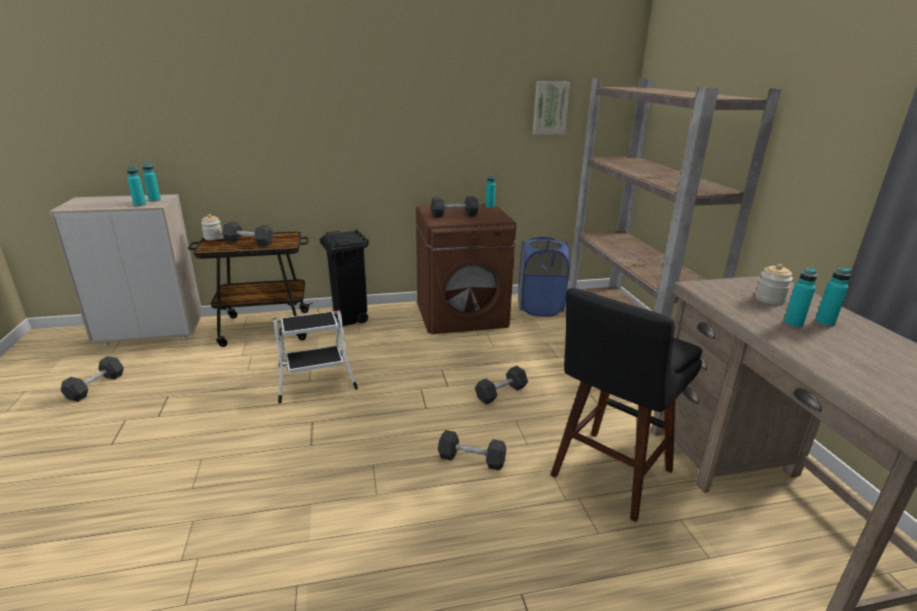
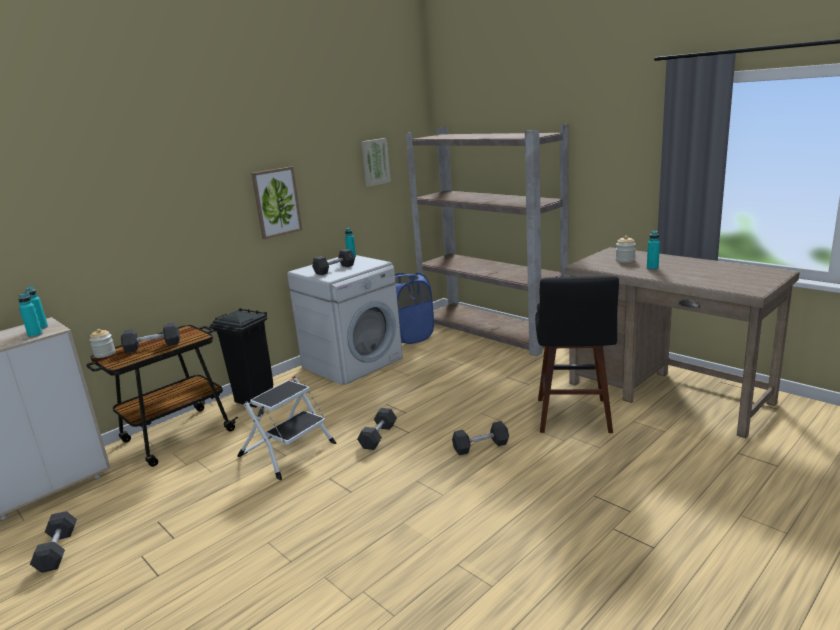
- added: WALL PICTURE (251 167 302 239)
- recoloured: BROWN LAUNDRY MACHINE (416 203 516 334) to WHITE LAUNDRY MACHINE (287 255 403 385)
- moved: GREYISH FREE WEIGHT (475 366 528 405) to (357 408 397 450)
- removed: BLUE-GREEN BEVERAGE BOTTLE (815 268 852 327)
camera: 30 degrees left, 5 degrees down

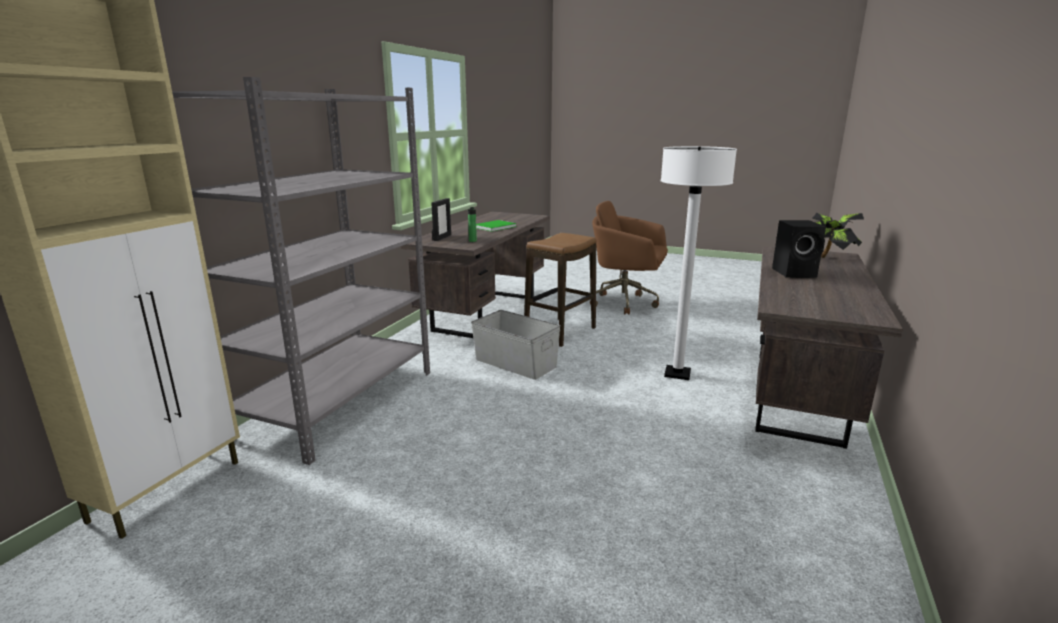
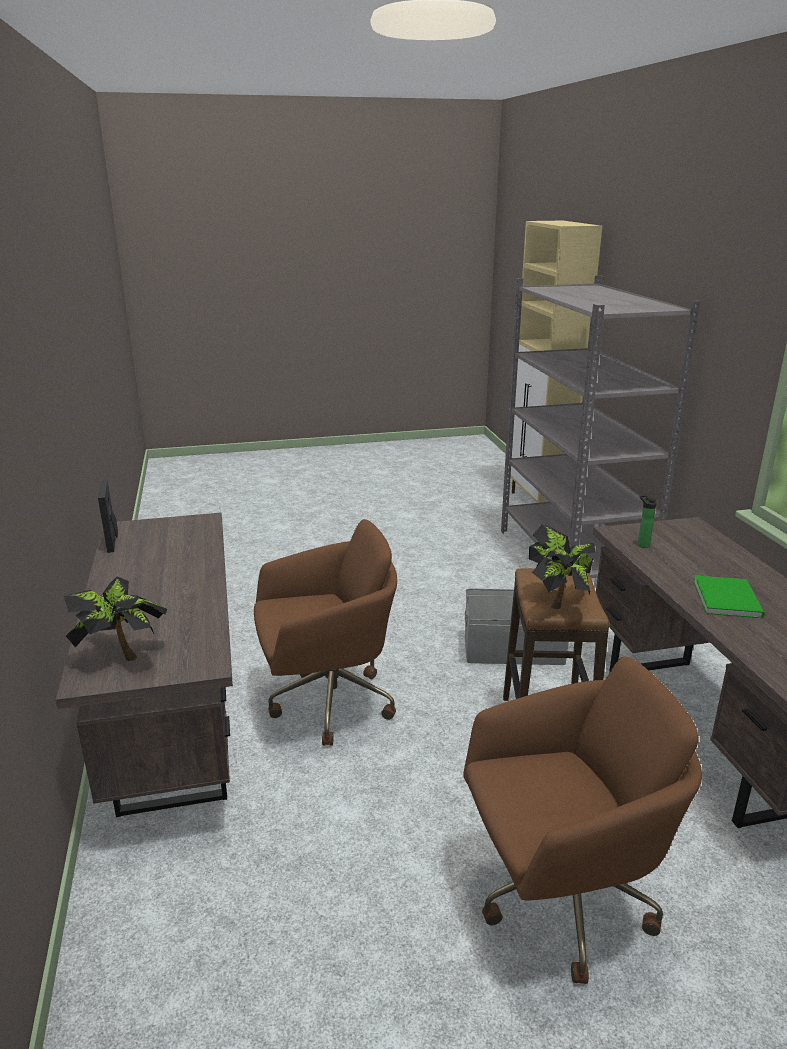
- moved: STANDING FRAME (431 198 451 241) to (98 480 118 553)
- replaced: WHITE FLOOR LAMP (661 146 737 380) to BROWN DESK CHAIR (254 519 397 746)
- added: POTTED PLANT (529 524 596 609)
- removed: BLACK-COLOURED LOUDSPEAKER (772 220 826 278)
camera: 145 degrees right, 5 degrees up

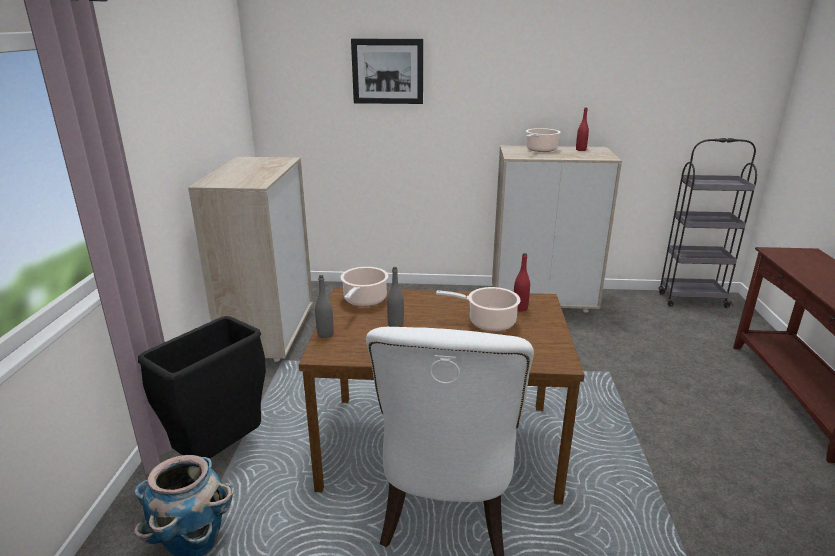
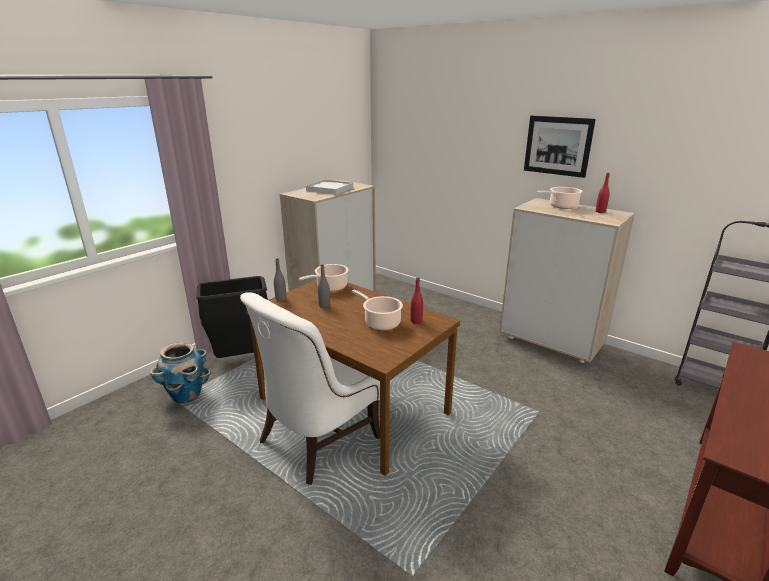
- added: WHITE SERVING TRAY (306 180 353 195)
- moved: WALL PICTURE (351 39 423 104) to (524 116 596 178)
camera: 35 degrees right, 0 degrees up

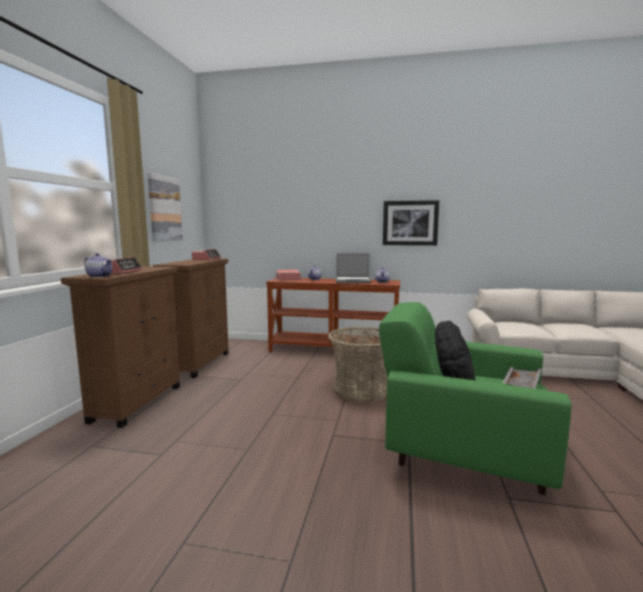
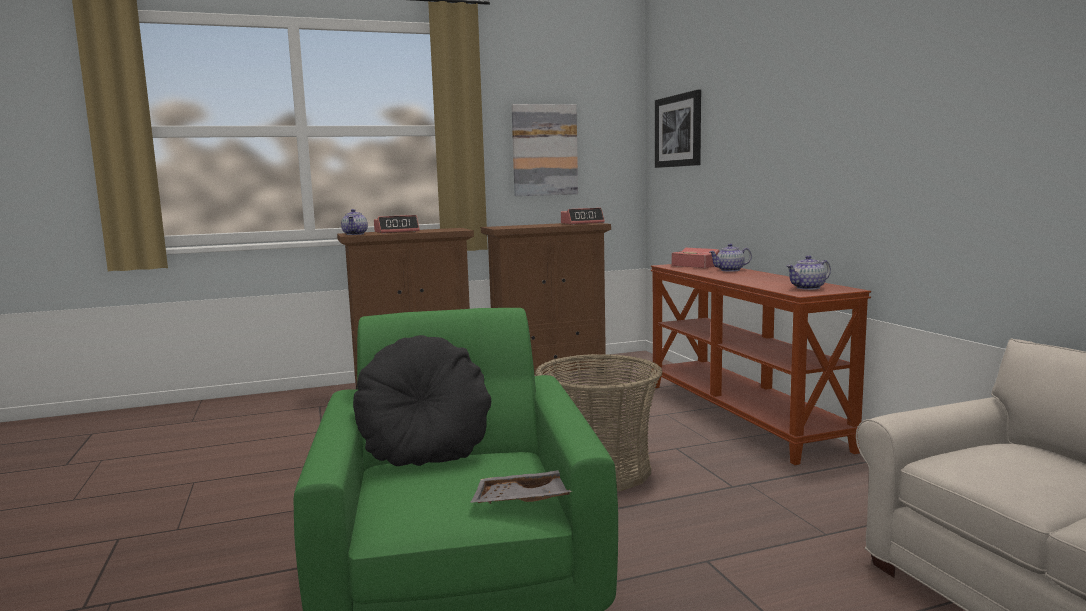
- moved: WALL PICTURE (383 200 439 246) to (655 90 701 168)
- removed: LAPTOP (336 253 371 283)
camera: 60 degrees right, 0 degrees up

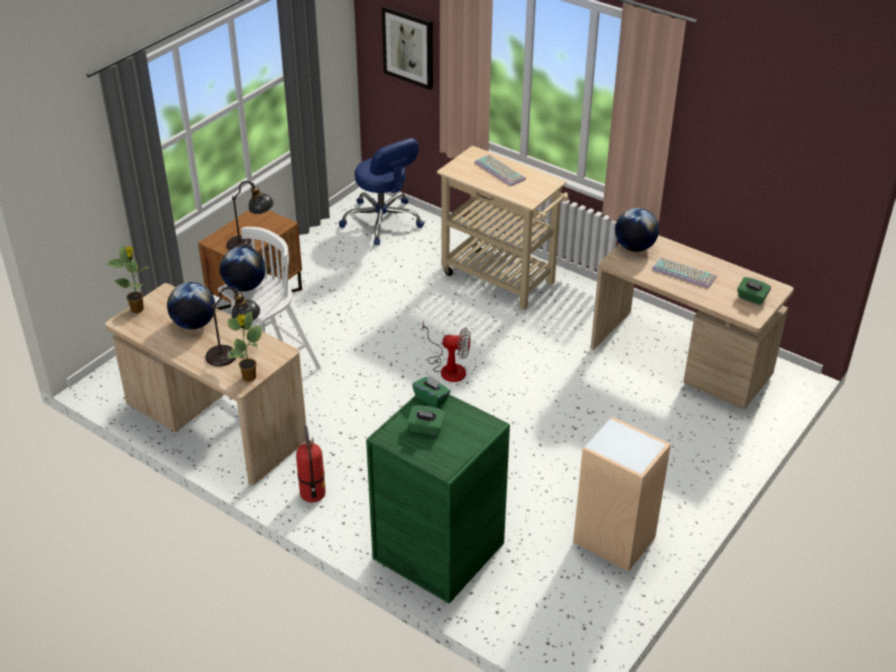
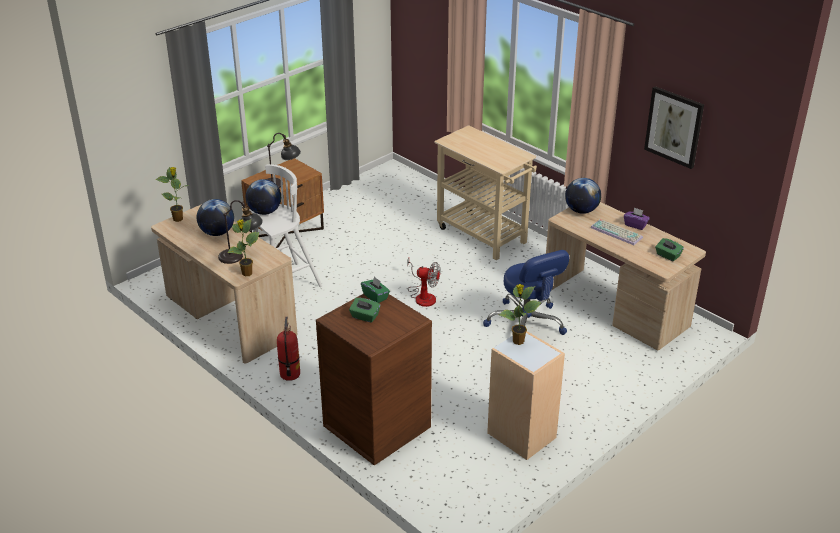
- recoloured: GREENISH CUPBOARD (366 394 510 603) to BROWN CUPBOARD (316 294 432 465)
- moved: BLUISH DESK CHAIR (339 138 424 245) to (483 250 569 335)
- added: POTTED PLANT (499 284 541 345)
- added: PURPLE BOX OF TISSUES (624 208 650 230)
- moved: WALL PICTURE (382 5 433 90) to (644 86 704 169)
- removed: PC KEYBOARD (474 155 526 186)
camera: 10 degrees right, 5 degrees down

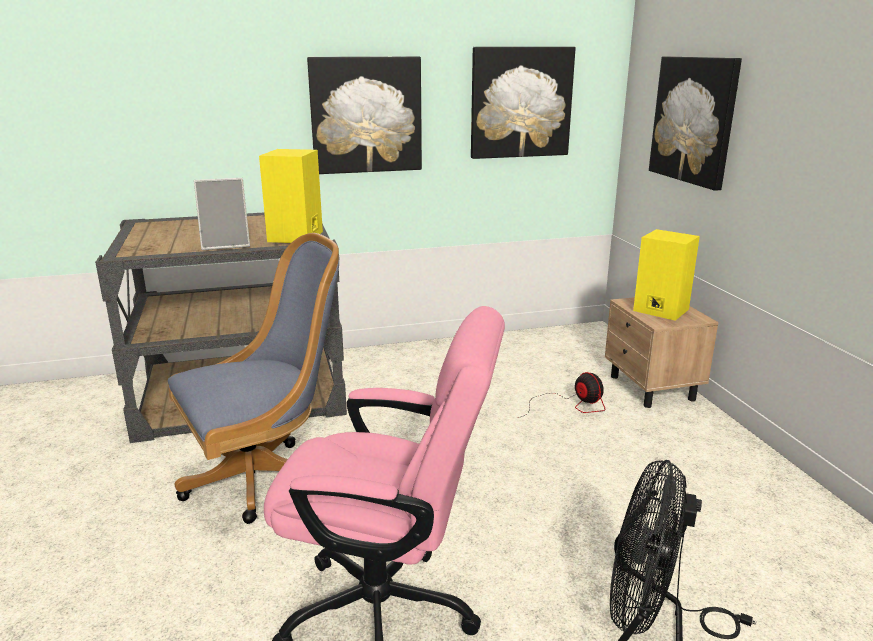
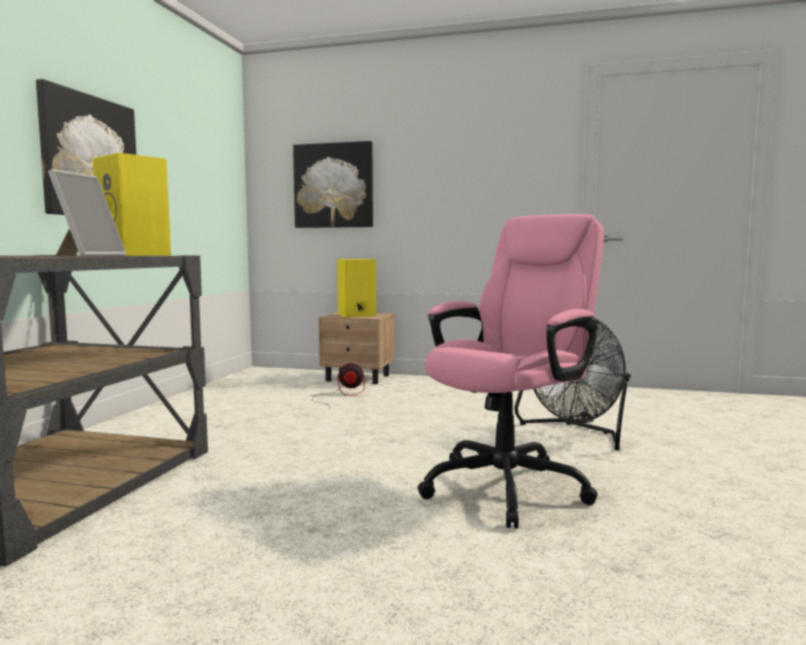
- removed: BLUISH DESK CHAIR (168 233 339 524)
- removed: WALL PICTURE (471 47 576 159)
camera: 60 degrees left, 15 degrees down

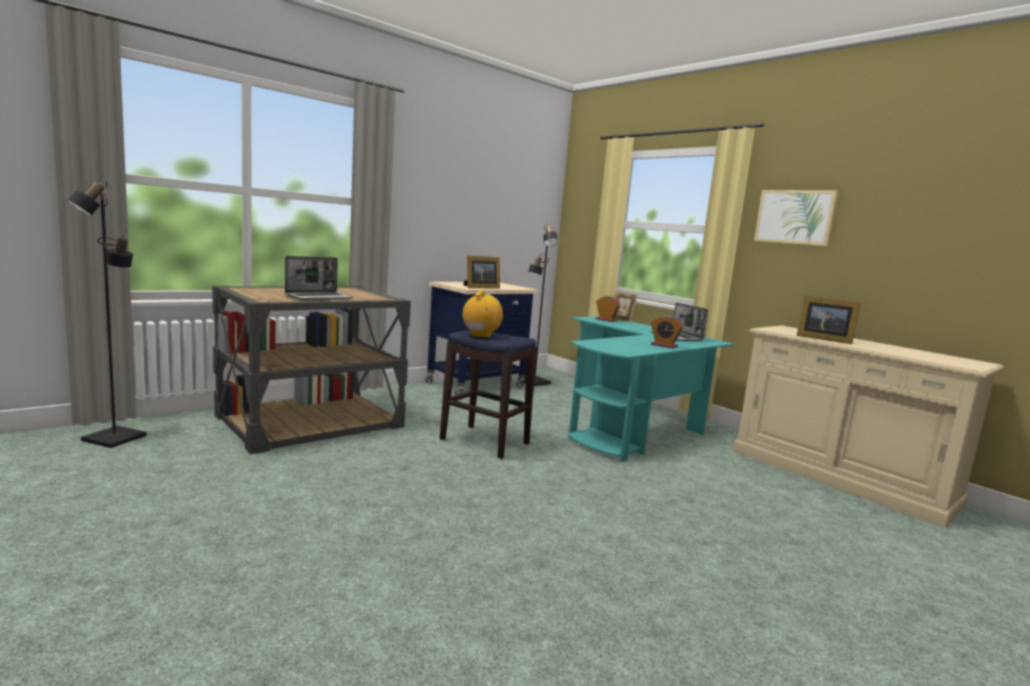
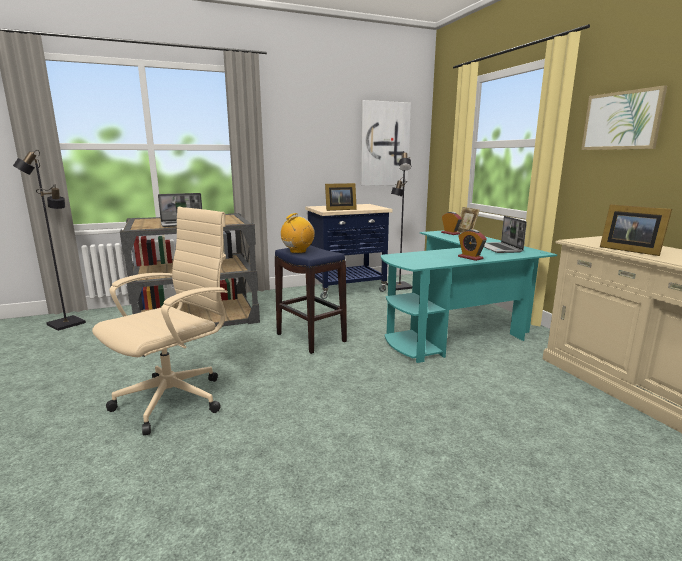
- added: BEIGE DESK CHAIR (92 207 228 435)
- added: WALL PICTURE (361 100 411 186)
camera: 20 degrees right, 5 degrees up

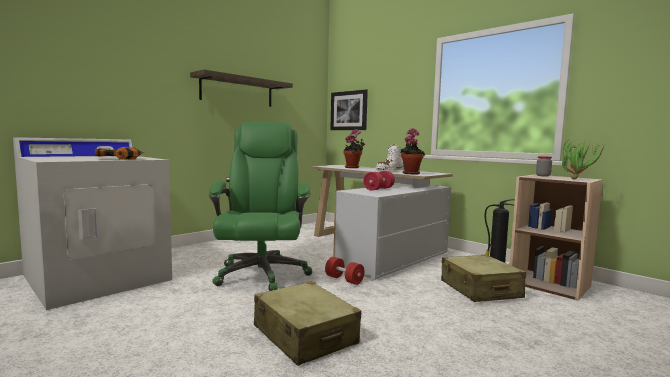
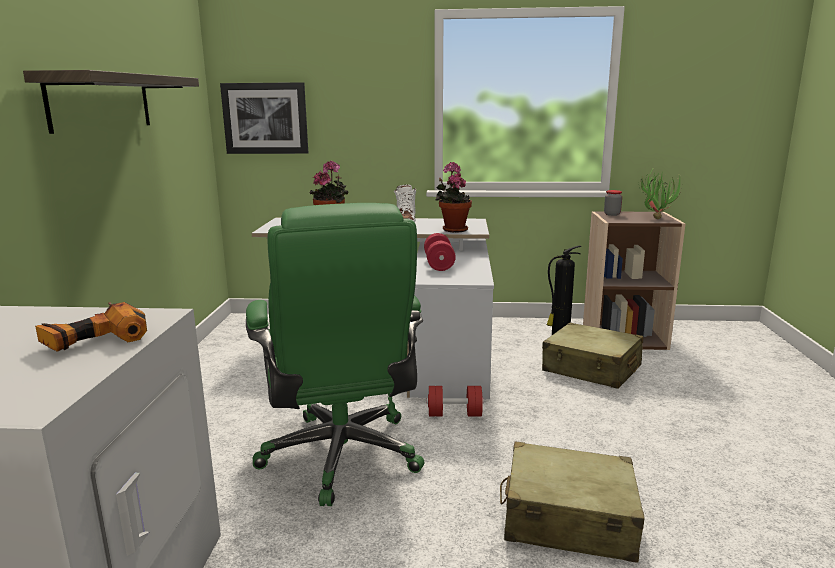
- turned: GREENISH DESK CHAIR (209 122 312 291) = (246 203 424 506) 150 degrees counterclockwise
camera: 40 degrees left, 10 degrees up

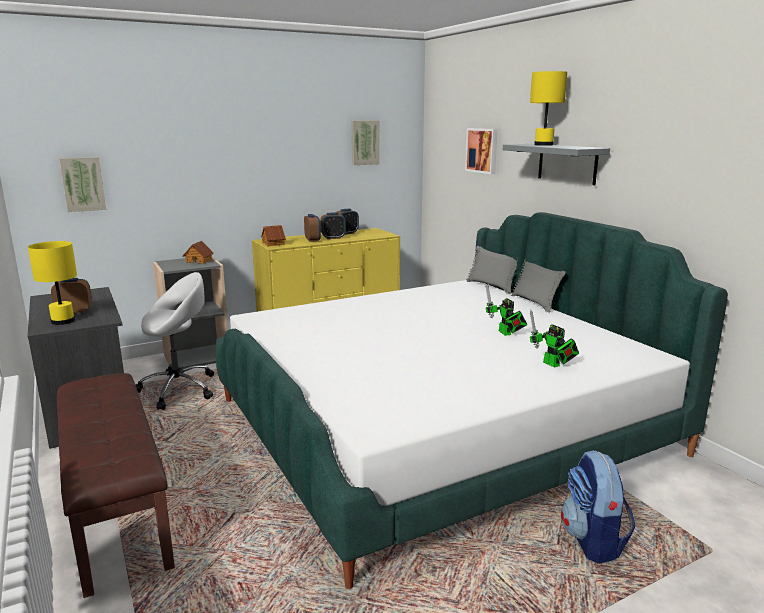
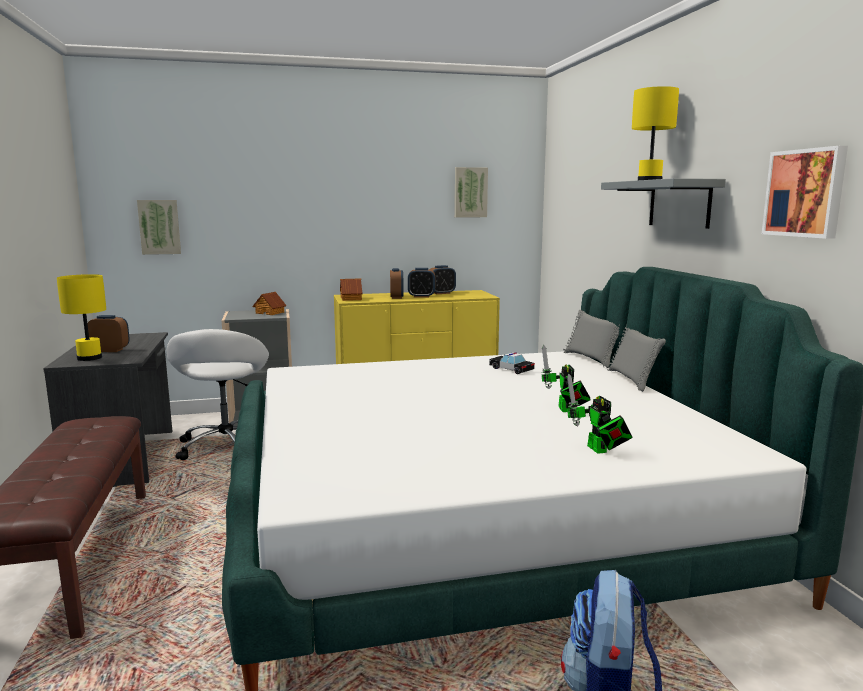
- turned: WHITE DESK CHAIR (136 272 214 410) = (167 329 269 460) 90 degrees clockwise
- added: MINIATURE CAR (489 352 535 374)
- moved: WALL PICTURE (465 128 498 174) to (762 146 848 239)
camera: 15 degrees right, 5 degrees down

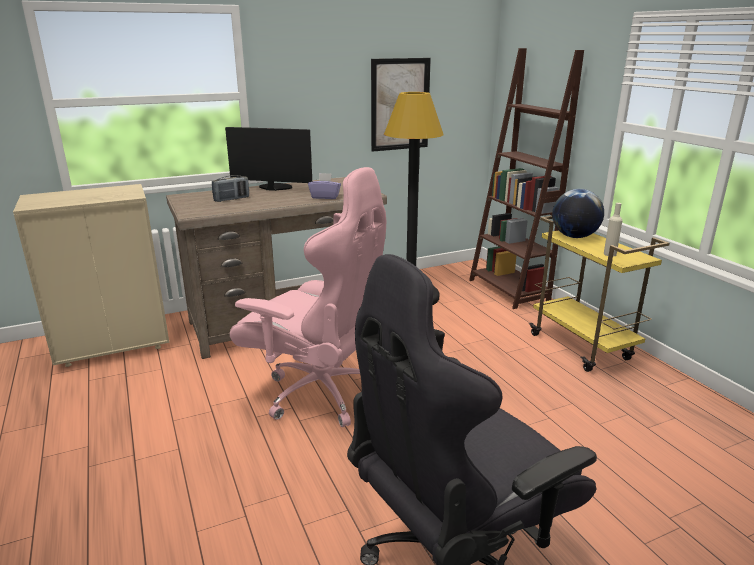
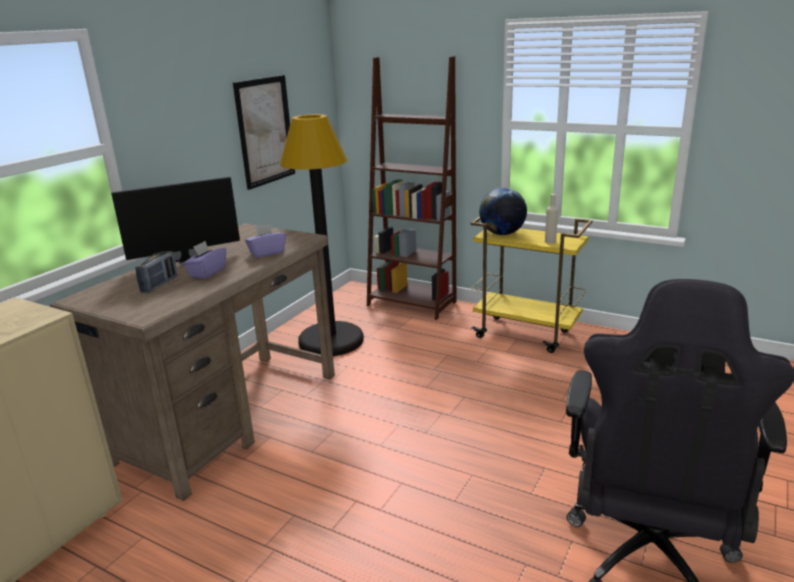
- added: PURPLE BOX OF TISSUES (183 241 226 279)
- removed: PINK-COLOURED DESK CHAIR (230 167 386 427)
camera: 35 degrees left, 0 degrees up

